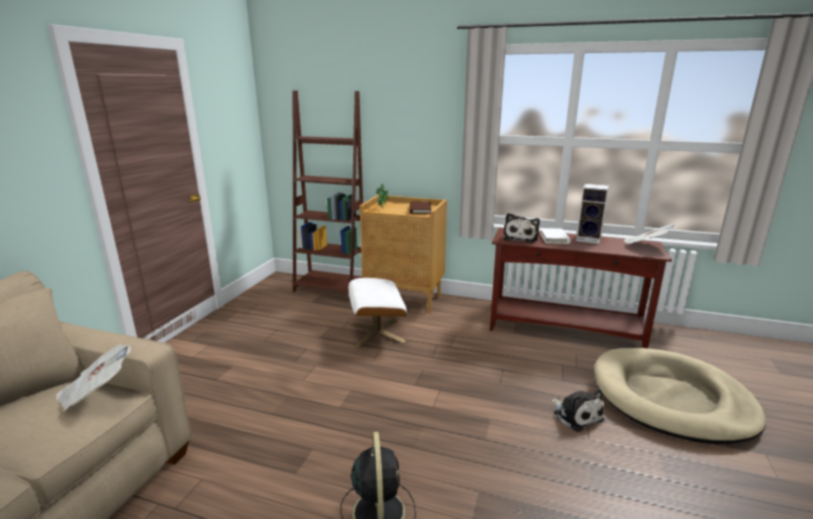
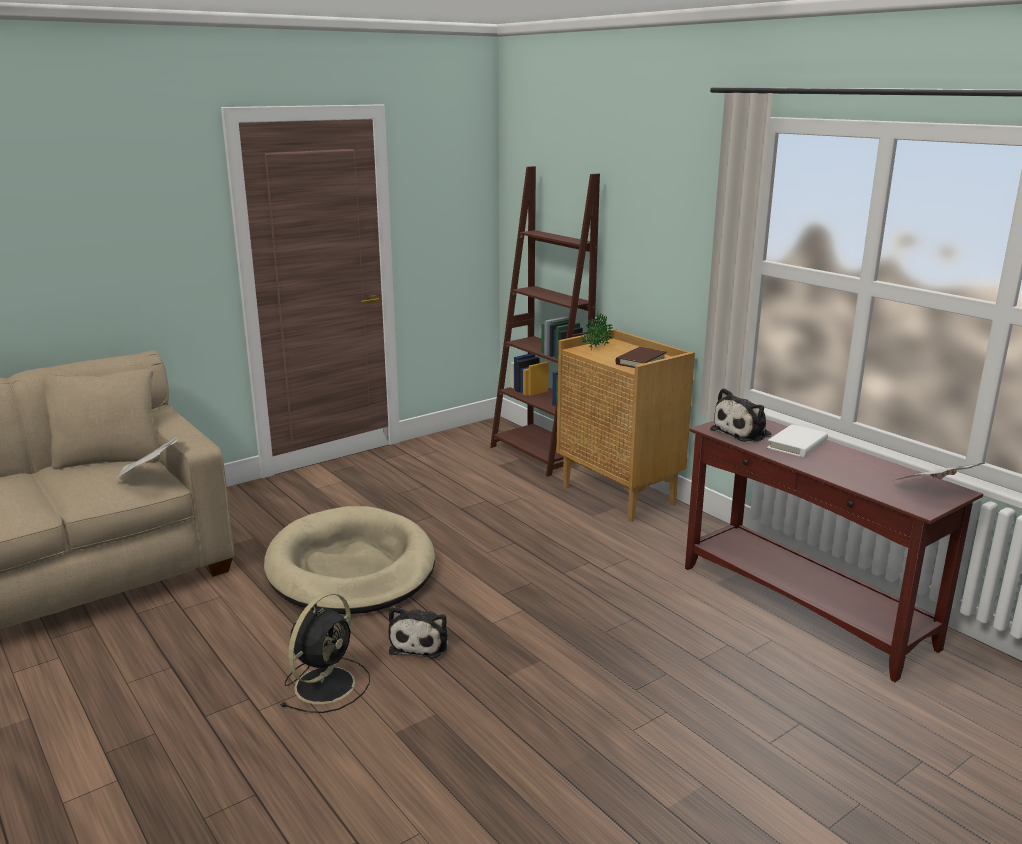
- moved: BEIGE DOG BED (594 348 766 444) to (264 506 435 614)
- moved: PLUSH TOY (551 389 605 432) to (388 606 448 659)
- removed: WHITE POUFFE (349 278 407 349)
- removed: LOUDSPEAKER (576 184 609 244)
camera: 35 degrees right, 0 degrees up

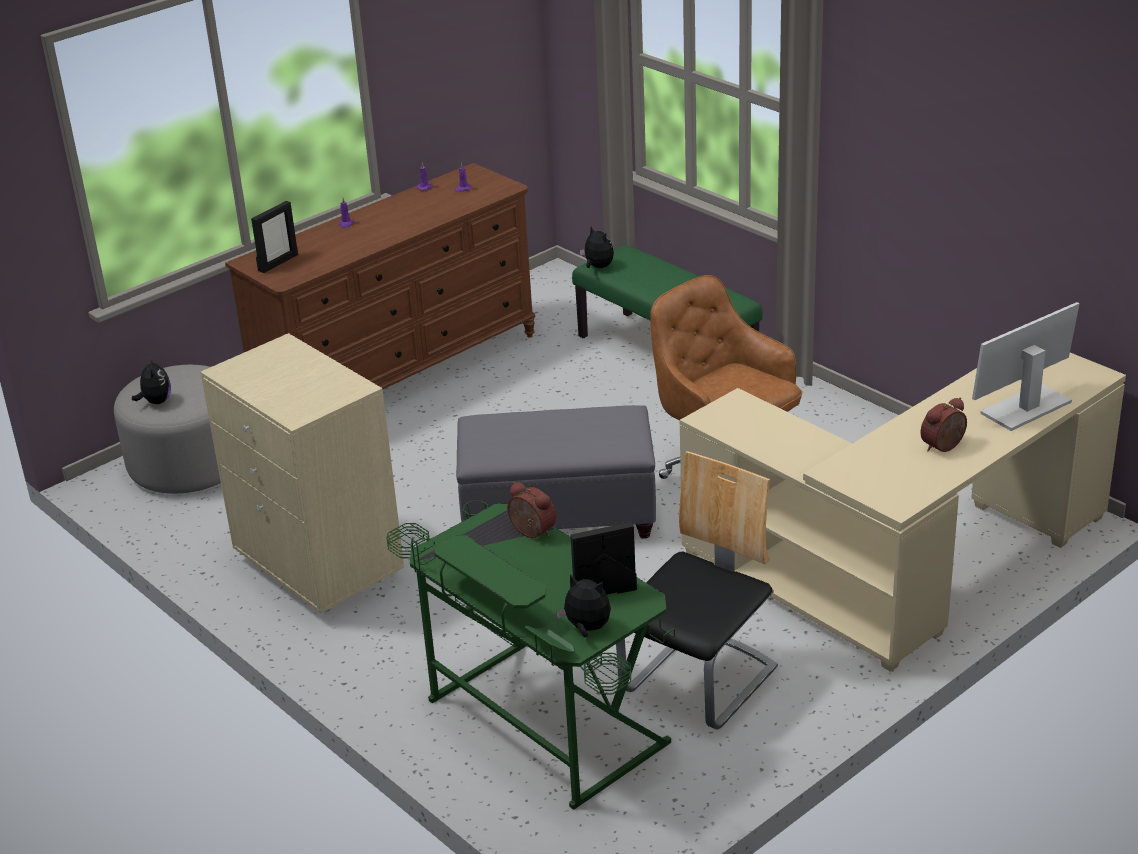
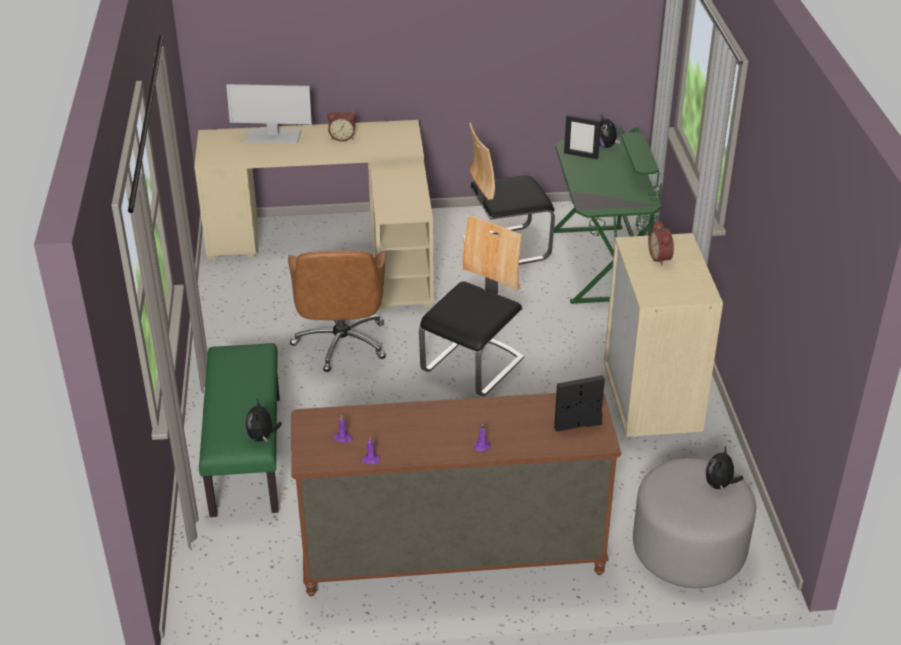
- replaced: GREYISH POUFFE (456 405 656 539) to PLAIN CHAIR (419 215 524 396)
- moved: BEDSIDE CLOCK (507 482 556 538) to (648 220 674 265)
camera: 145 degrees left, 5 degrees up

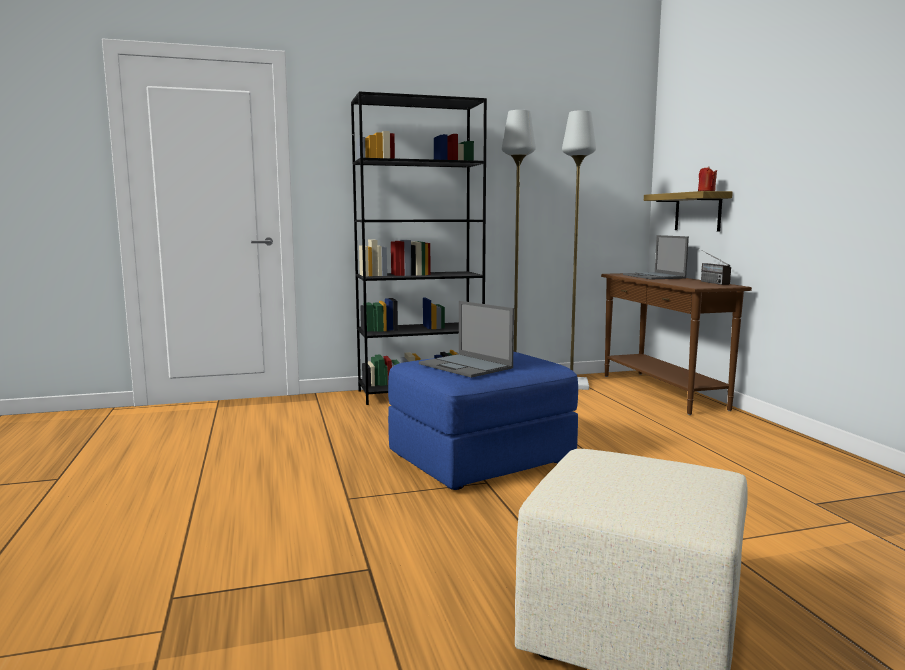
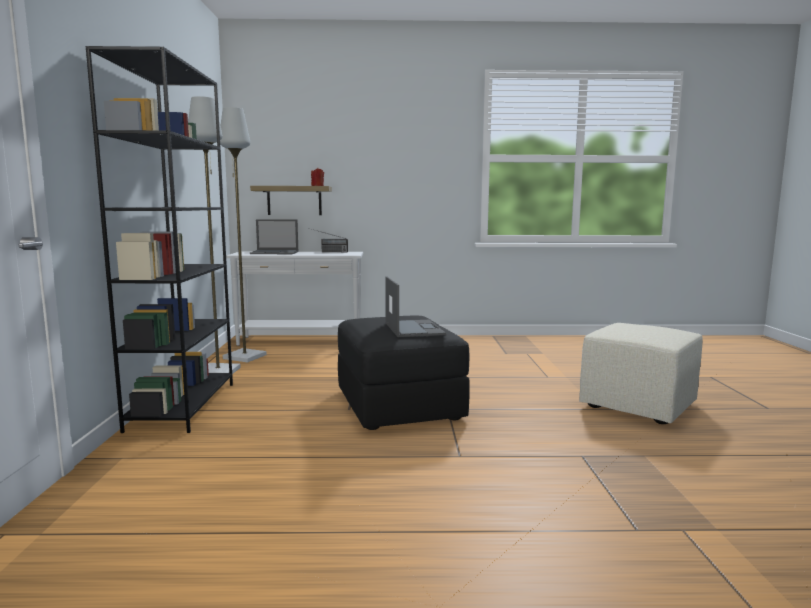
- recoloured: BROWN NARROW TABLE (601 273 752 415) to WHITE NARROW TABLE (226 252 363 346)
- recoloured: BLUISH POUFFE (388 352 578 490) to BLACK-COLOURED POUFFE (338 316 470 430)
- turned: LAPTOP (419 301 514 378) = (385 276 446 337) 75 degrees counterclockwise
camera: 75 degrees left, 0 degrees up

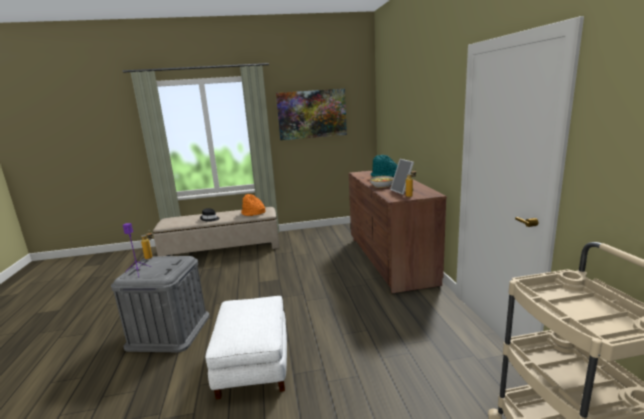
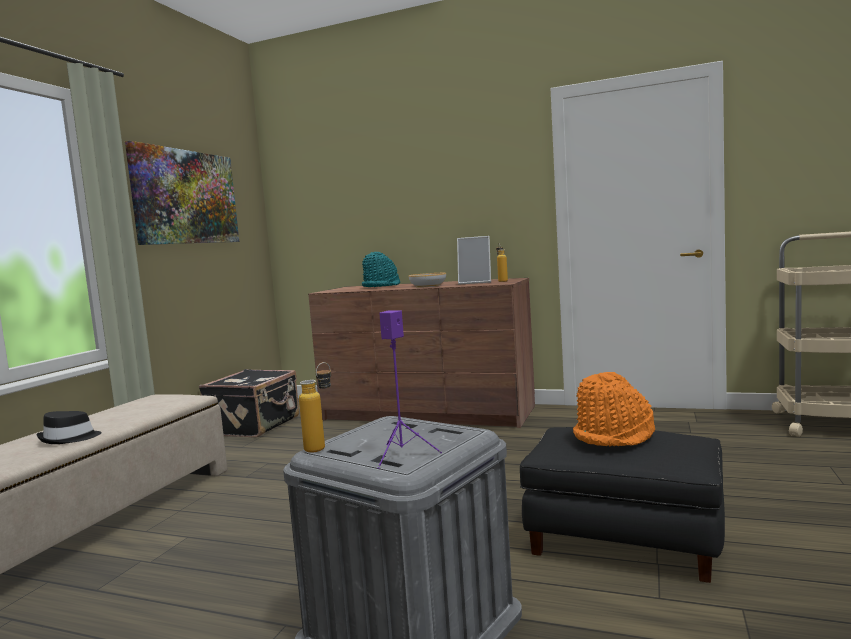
- added: BLACK-COLOURED SUITCASE (199 369 299 438)
- recoloured: WHITE POUFFE (205 296 287 399) to BLACK-COLOURED POUFFE (520 427 725 583)
- moved: ORANGE-COLOURED HAT (241 194 266 216) to (573 372 655 447)
camera: 60 degrees left, 10 degrees down

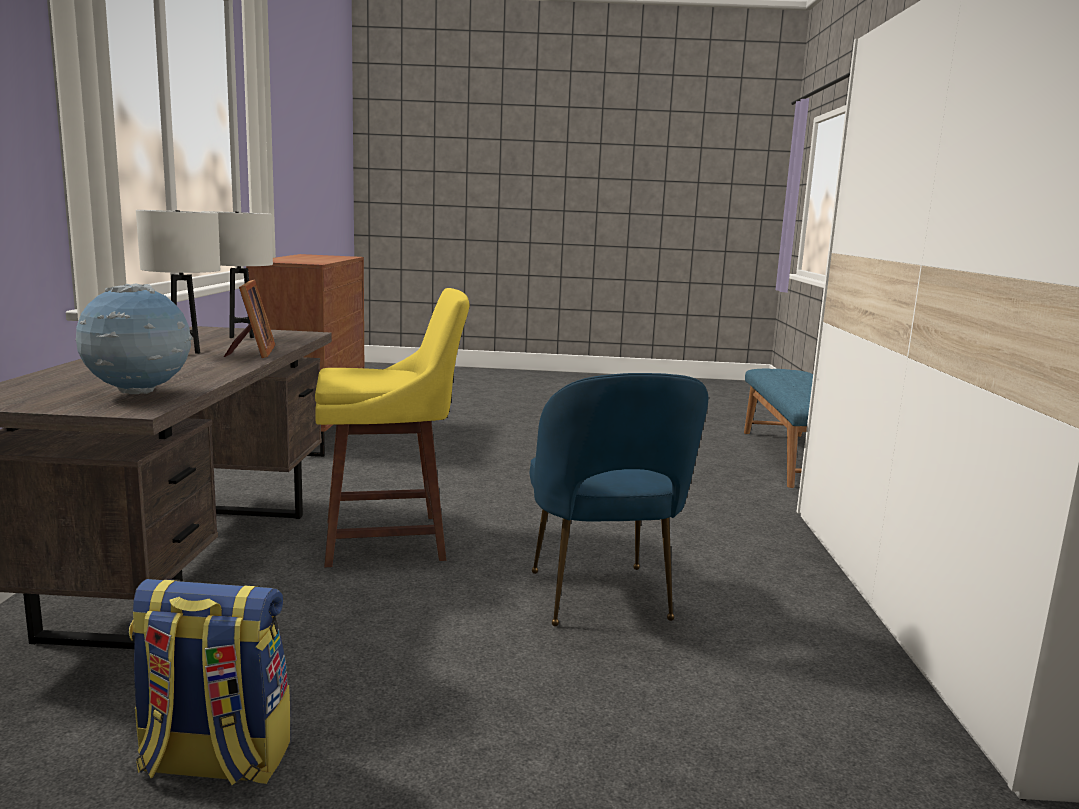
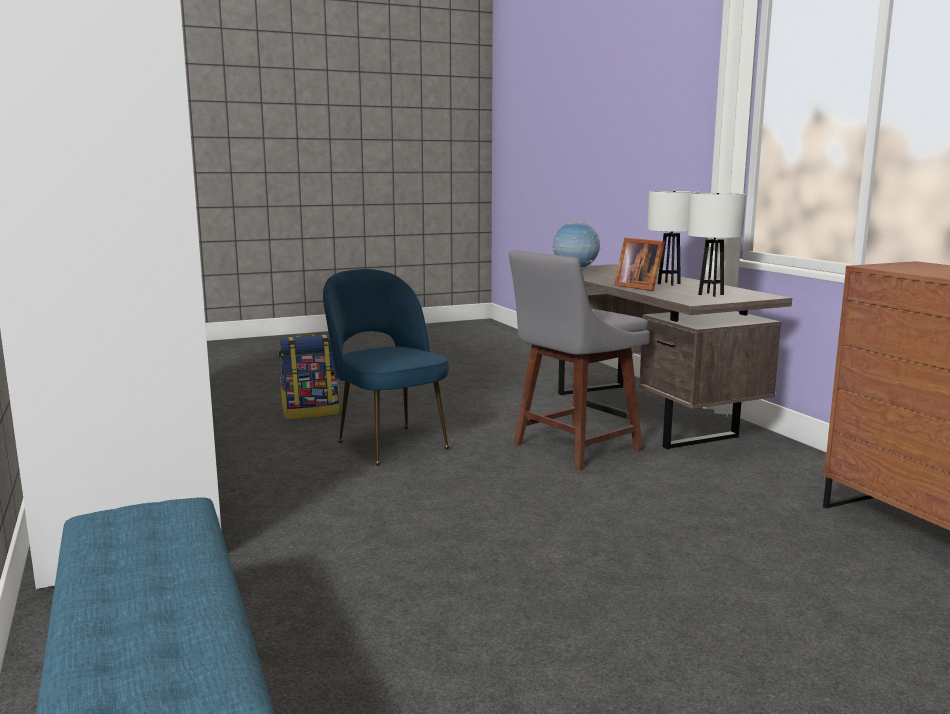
- moved: KNAPSACK (129 579 290 785) to (278 334 340 420)
- recoloured: YELLOWISH SITTING STOOL (315 288 469 567) to GREYISH SITTING STOOL (509 250 650 470)
camera: 155 degrees right, 0 degrees up

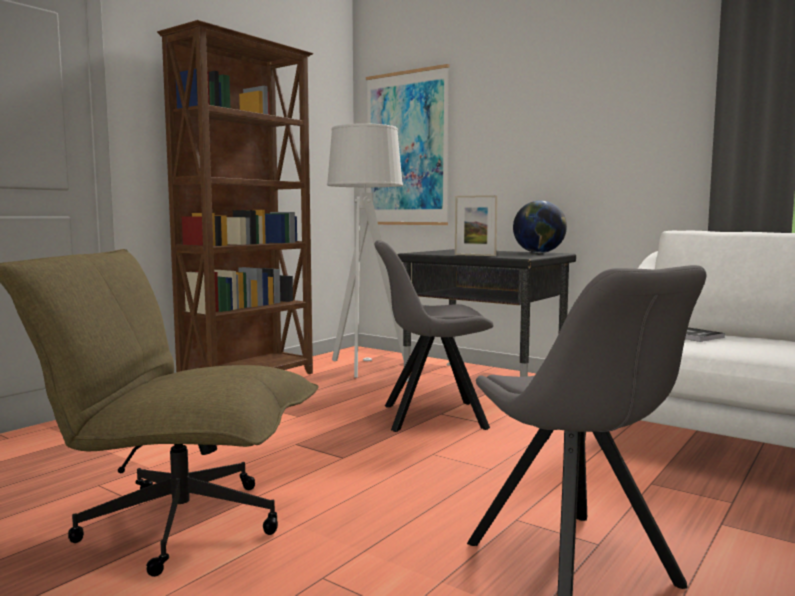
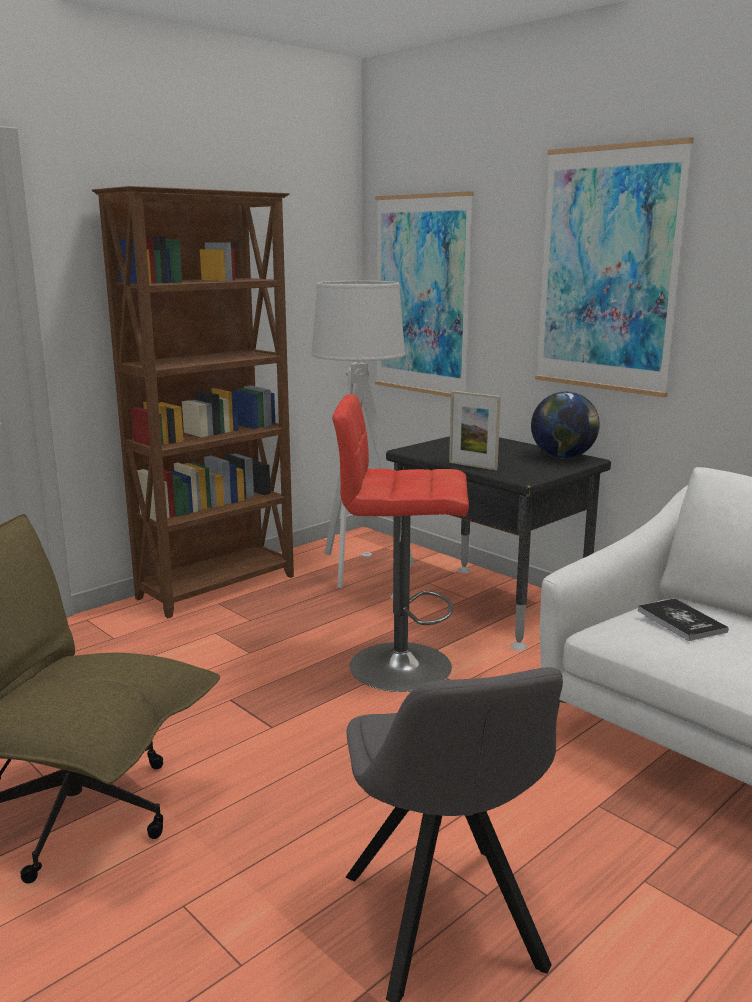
- replaced: GREYISH PLAIN CHAIR (375 240 493 432) to RED-COLOURED SITTING STOOL (332 394 469 692)
- added: WALL PICTURE (535 137 694 397)
camera: 10 degrees right, 10 degrees up

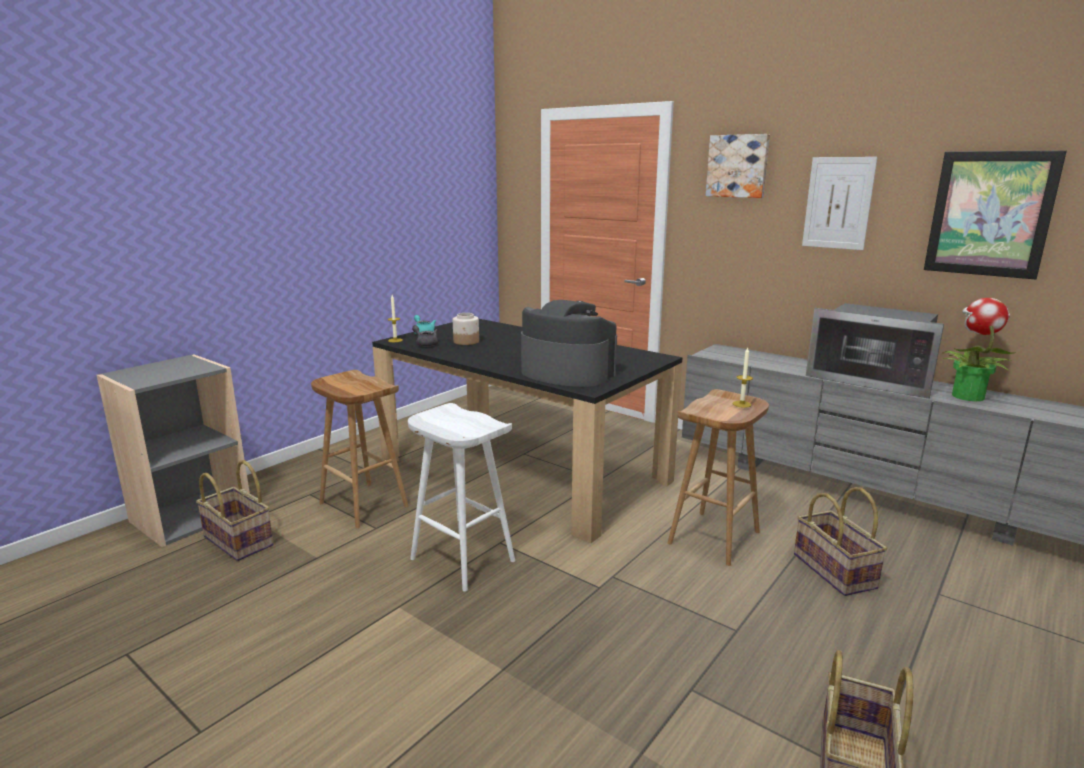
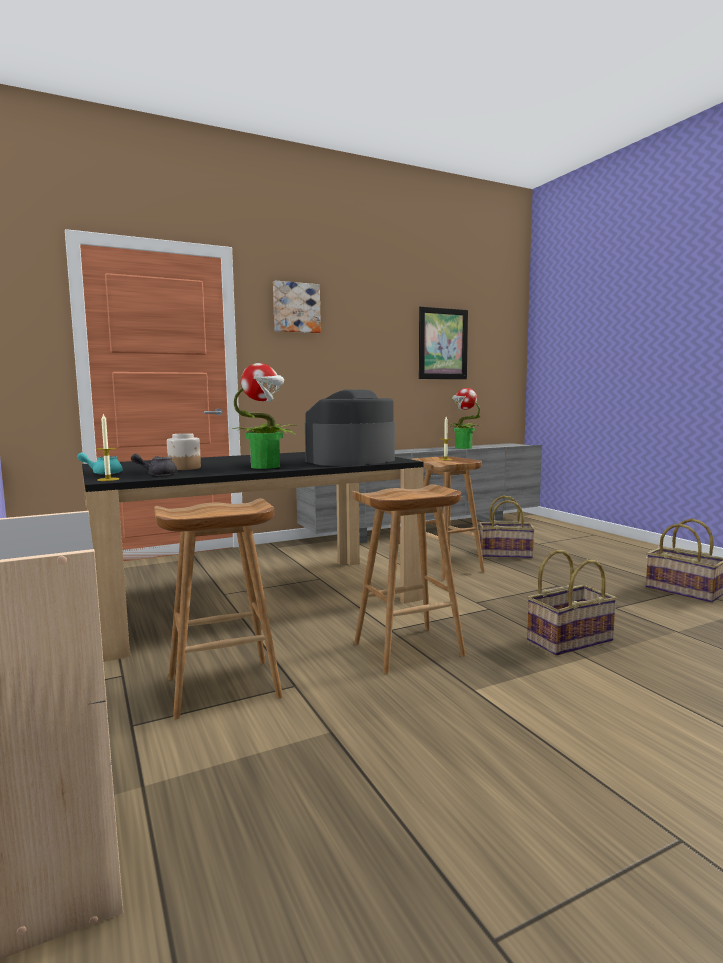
- added: POTTED PLANT (232 363 297 469)
- recoloured: WHITE SITTING STOOL (408 403 515 592) to BROWN SITTING STOOL (352 484 466 674)
- moved: HOUSEHOLD BASKET (196 460 274 561) to (527 550 617 656)
- removed: WALL PICTURE (802 157 878 250)
- removed: MICROWAVE OVEN (806 303 944 399)
camera: 65 degrees left, 10 degrees down

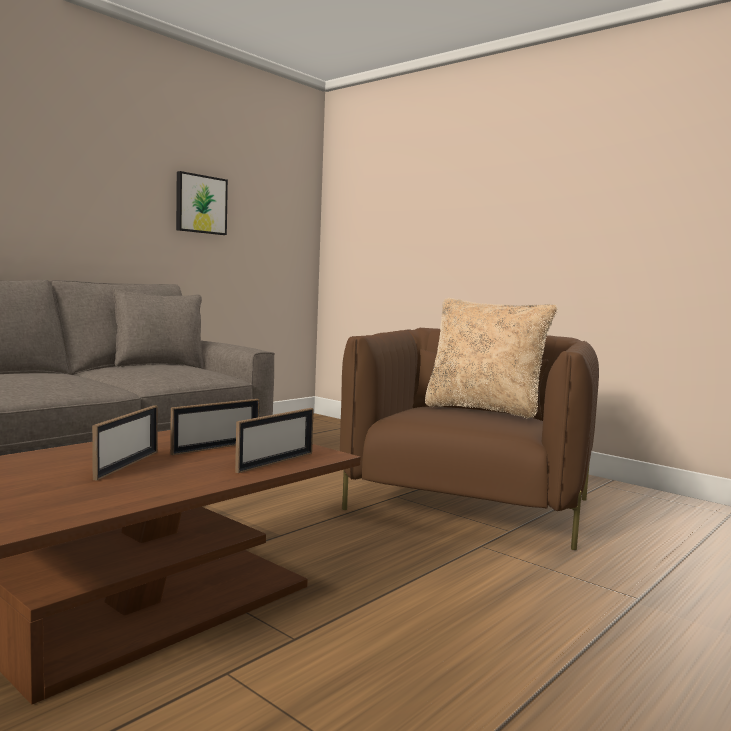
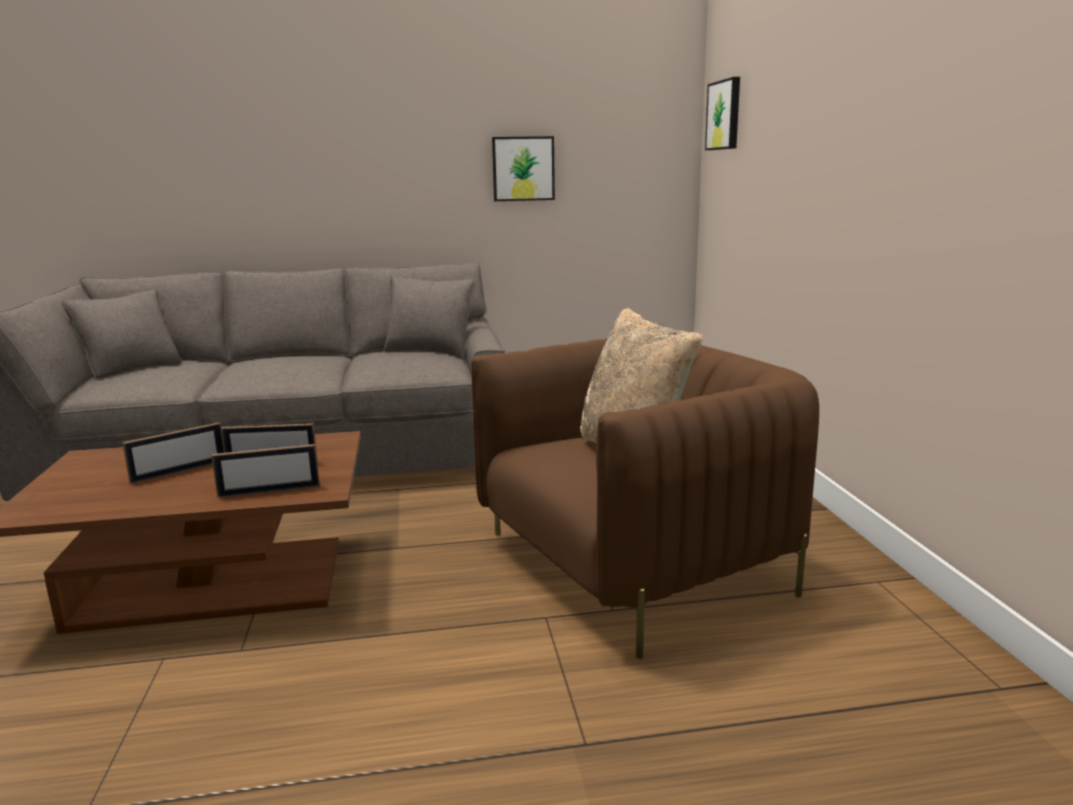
- added: WALL PICTURE (705 77 740 150)
camera: 40 degrees right, 10 degrees up

